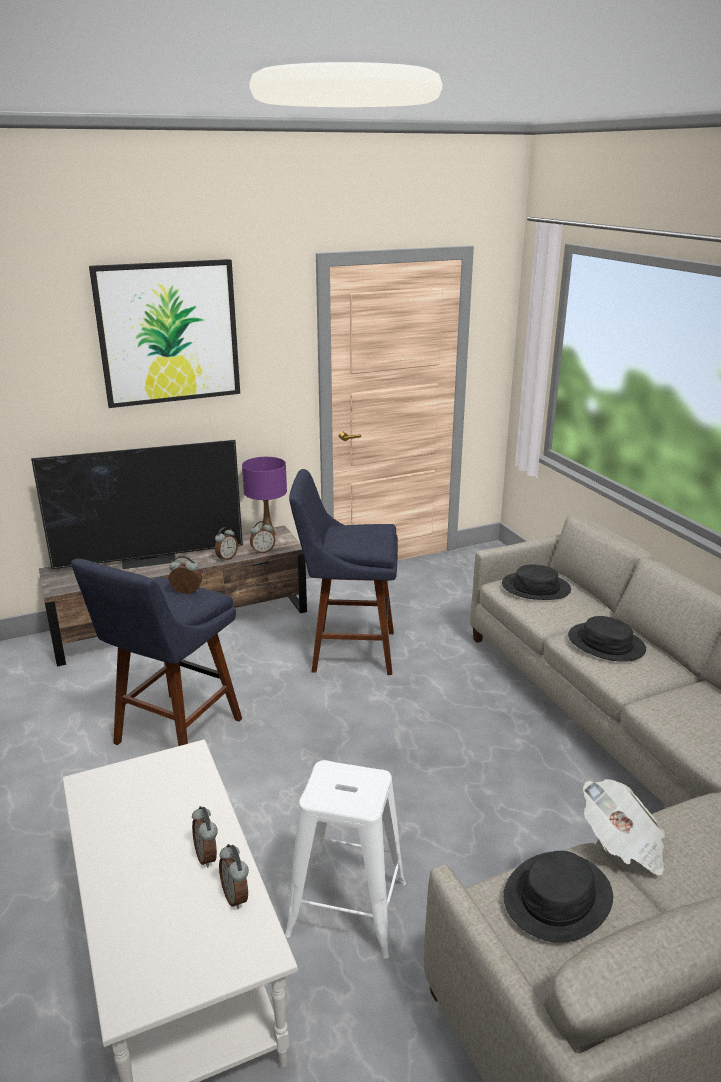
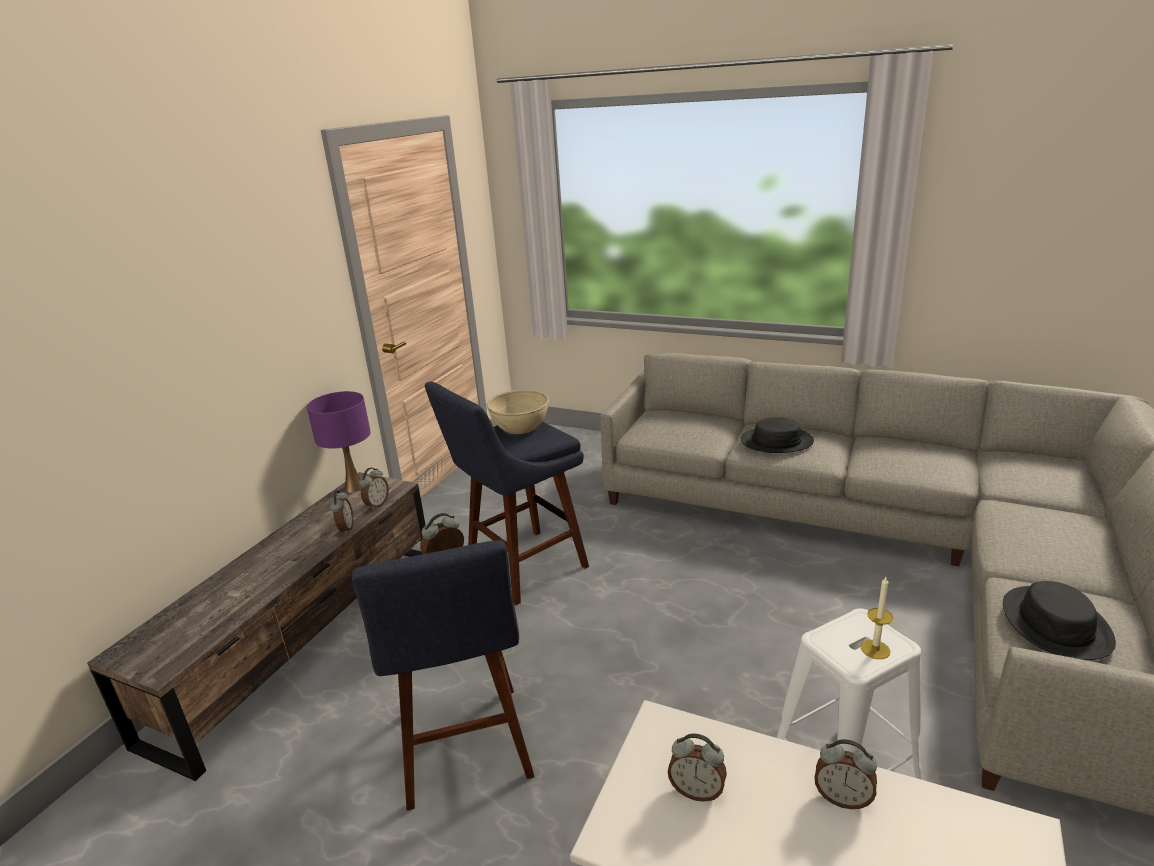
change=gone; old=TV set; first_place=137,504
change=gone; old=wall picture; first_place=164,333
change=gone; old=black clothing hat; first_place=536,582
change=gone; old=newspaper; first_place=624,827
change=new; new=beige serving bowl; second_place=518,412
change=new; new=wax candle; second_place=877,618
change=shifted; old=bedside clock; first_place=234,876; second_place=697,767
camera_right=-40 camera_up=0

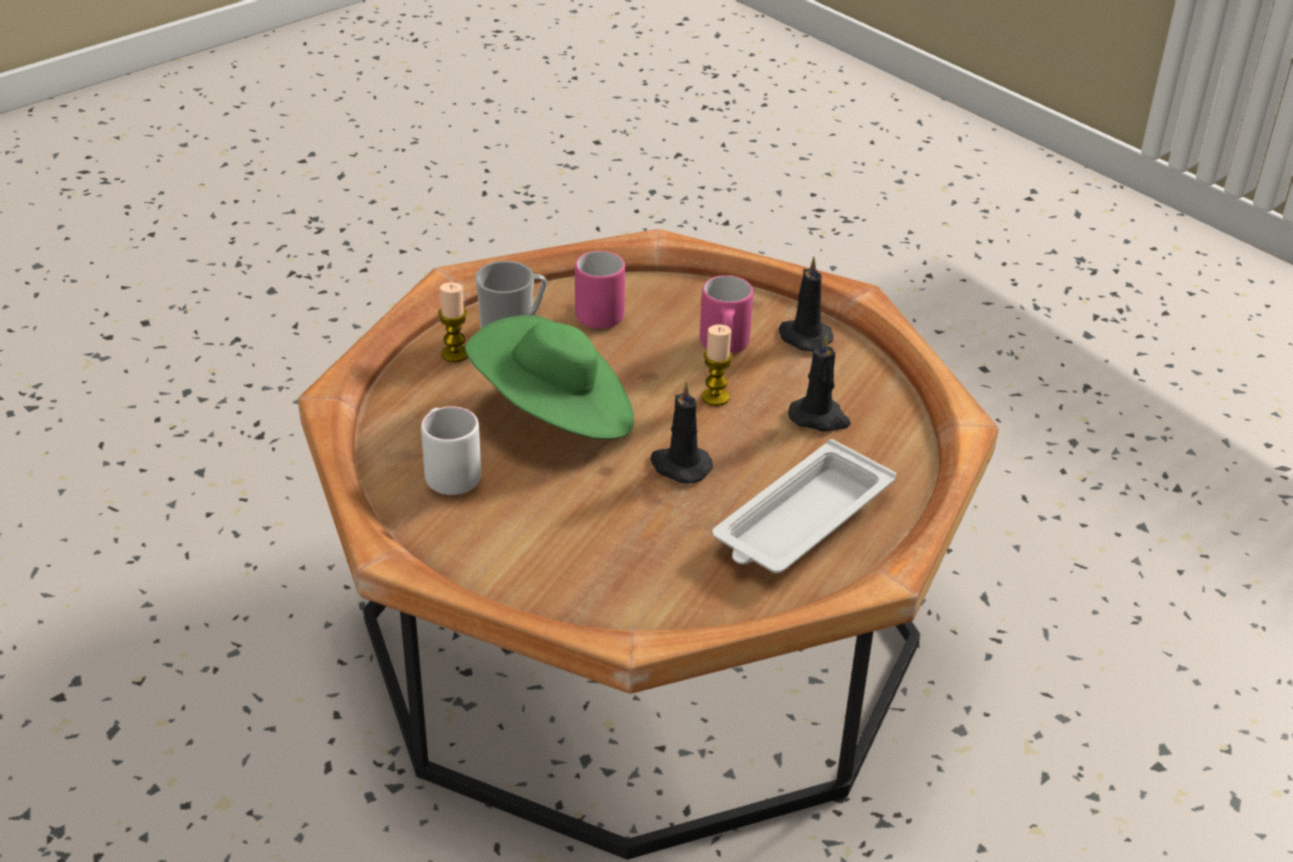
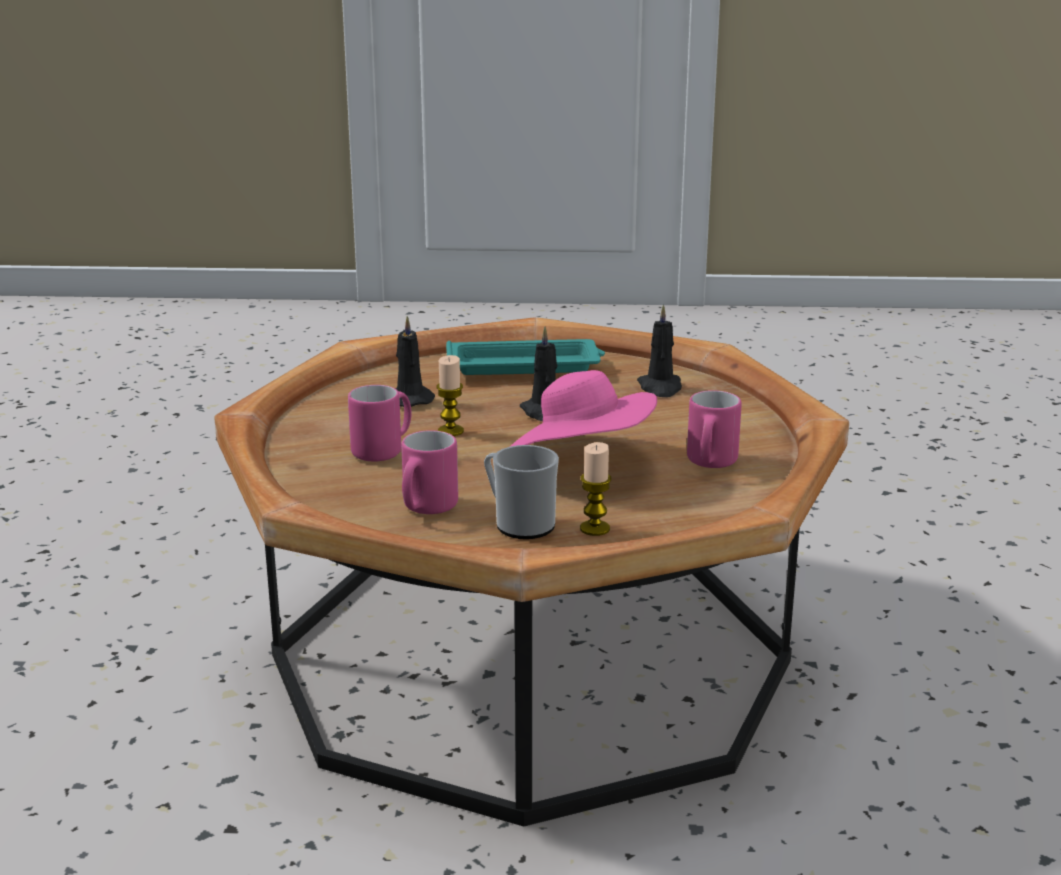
change=shifted; old=black wax candle; first_place=806,303; second_place=659,350
change=repainted; old=whitish tea mug; new=pink tea mug; first_place=451,451; second_place=714,429
change=repainted; old=greenish clothing hat; new=pink clothing hat; first_place=549,377; second_place=583,408
change=repainted; old=whitish carrying tray; new=turquoise carrying tray; first_place=804,506; second_place=525,357
camera_right=-135 camera_up=-15

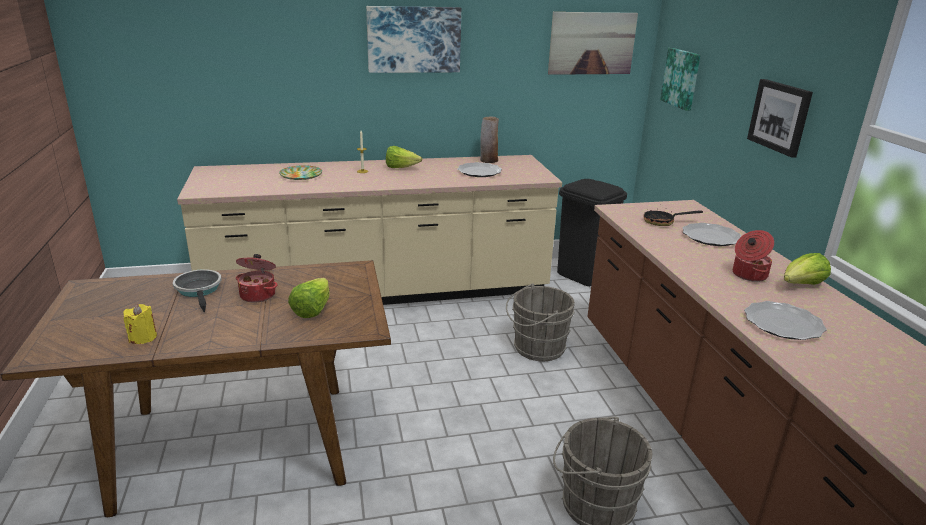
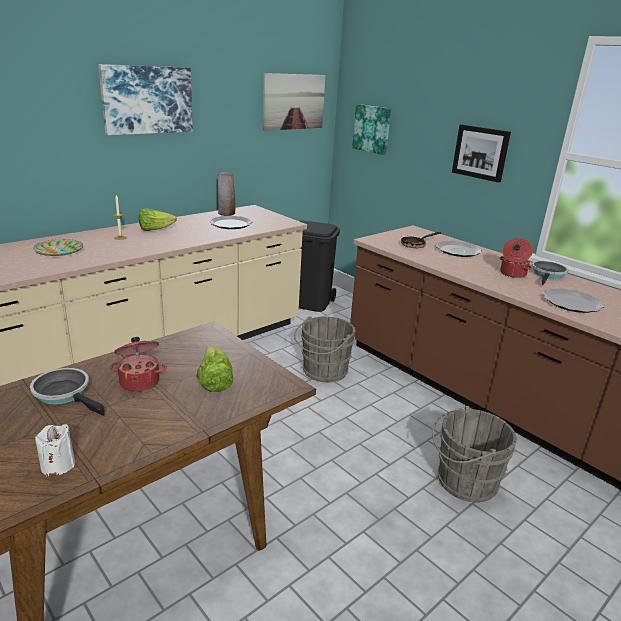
change=swapped; old=lettuce; new=pan; first_place=807,269; second_place=550,273
change=repainted; old=yellow wax candle; new=whitish wax candle; first_place=140,324; second_place=55,450
camera_right=-30 camera_up=0

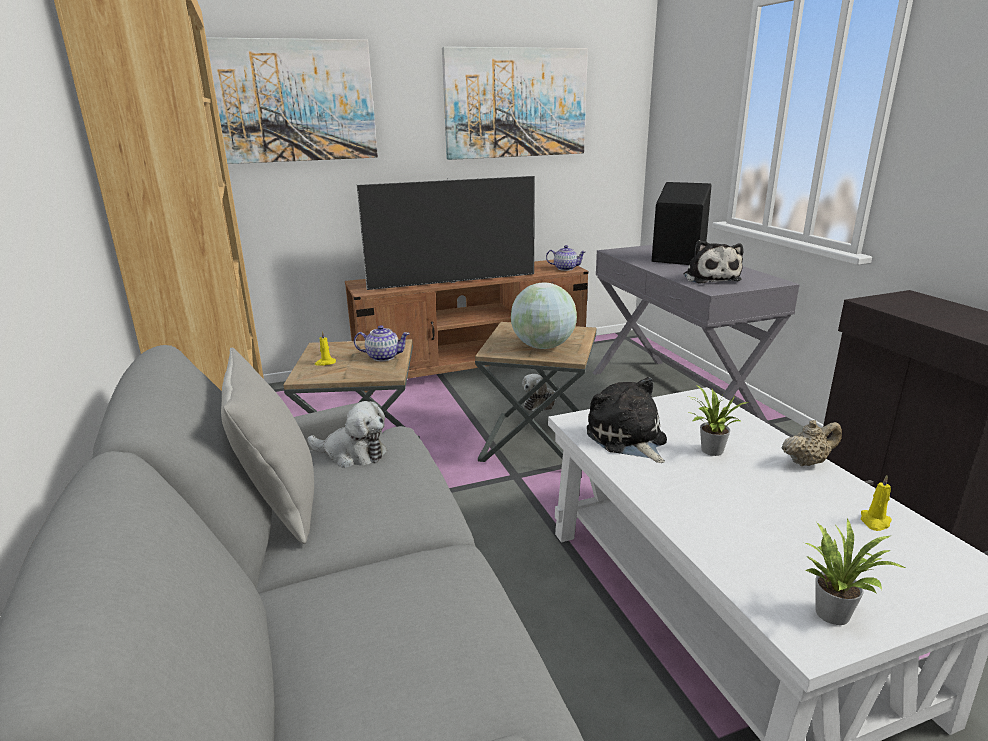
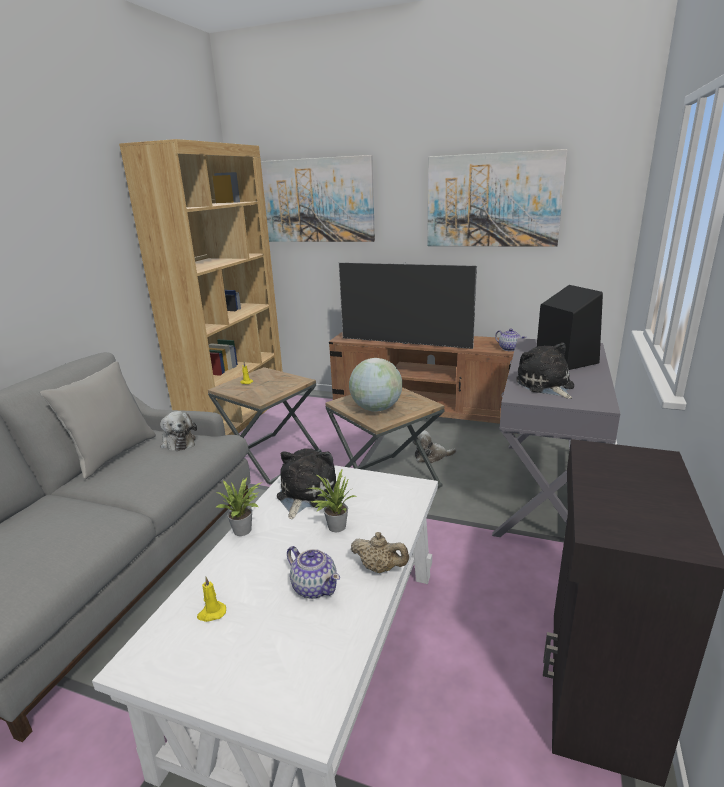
change=shifted; old=tea pot; first_place=382,343; second_place=313,572
change=shifted; old=potted plant; first_place=855,572; second_place=239,507
change=shifted; old=yellow wax candle; first_place=876,503; second_place=211,599
change=rotated; old=soft toy; first_place=713,262; second_place=545,371; degrees=135
camera_right=40 camera_up=0

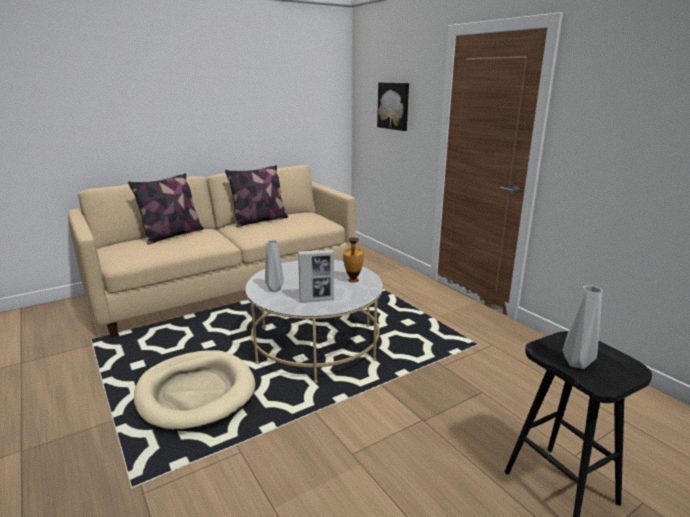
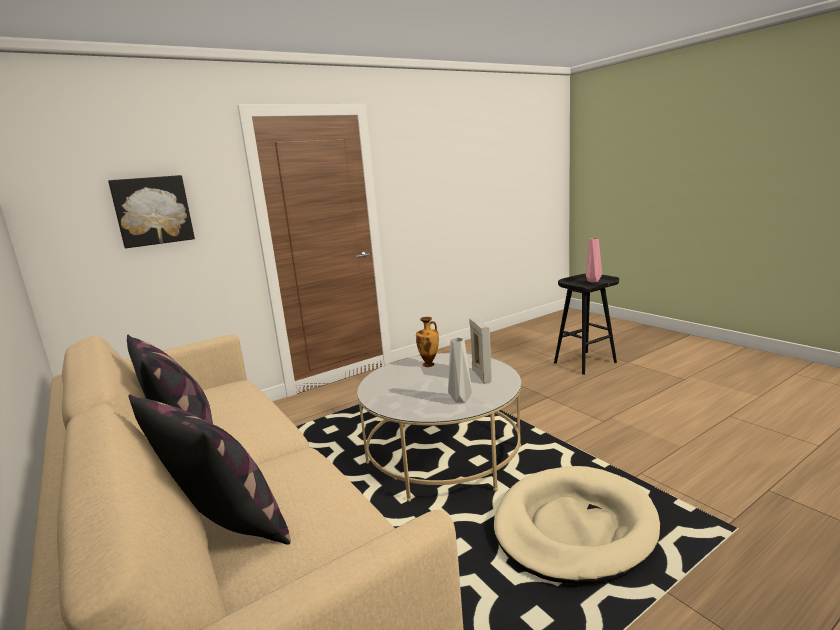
change=repainted; old=greyish decorative vase; new=pink decorative vase; first_place=583,327; second_place=594,260
camera_right=-90 camera_up=-5

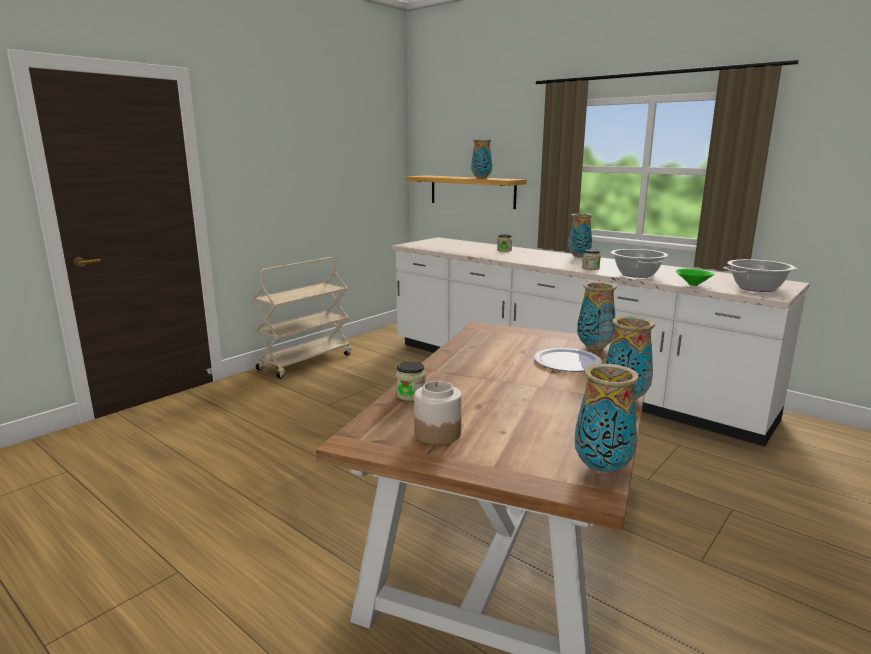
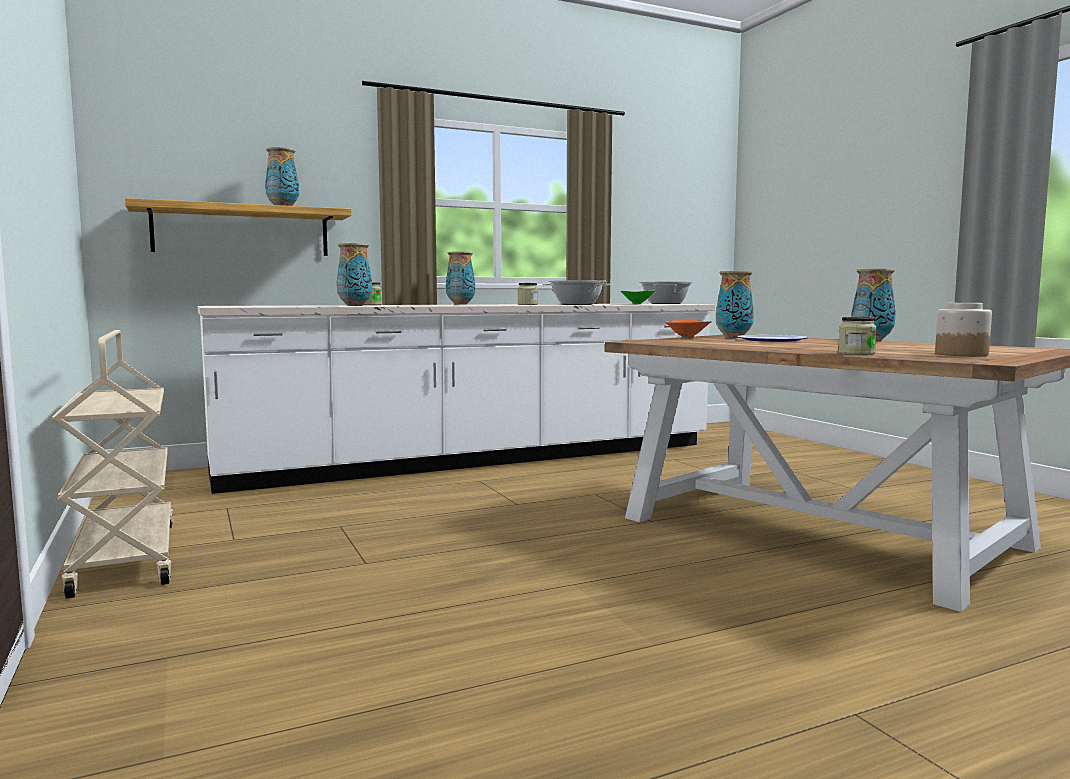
change=new; new=orange-coloured serving bowl; second_place=688,329
change=shifted; old=decorative vase; first_place=607,419; second_place=354,274
camera_right=-65 camera_up=-10

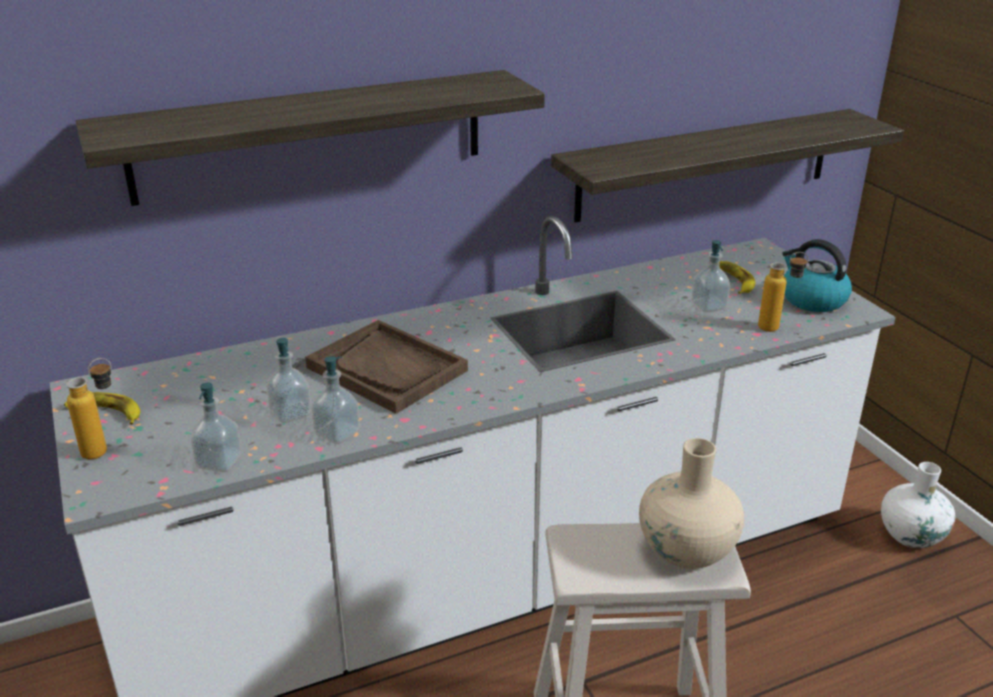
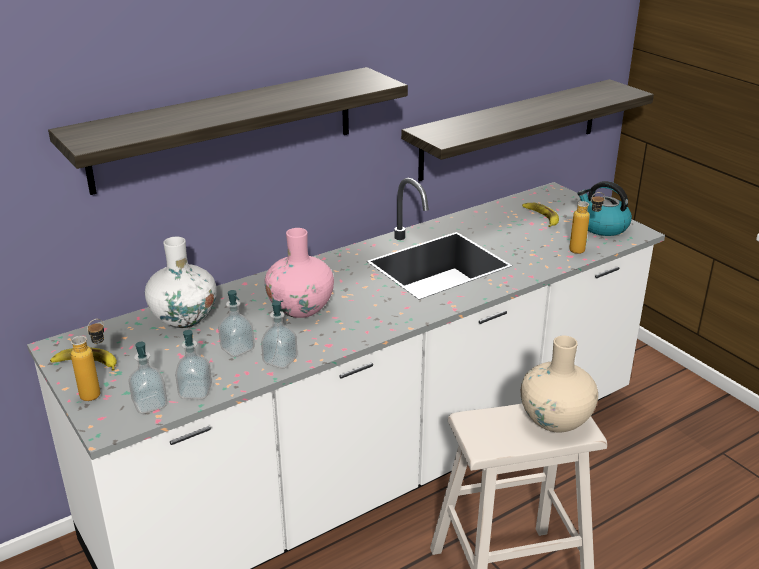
change=shifted; old=soap bottle; first_place=711,276; second_place=147,378
change=shifted; old=whitish decorative vase; first_place=918,505; second_place=181,282
change=swapped; old=brownish carrying tray; new=pink decorative vase; first_place=386,367; second_place=299,273
camera_right=-10 camera_up=0

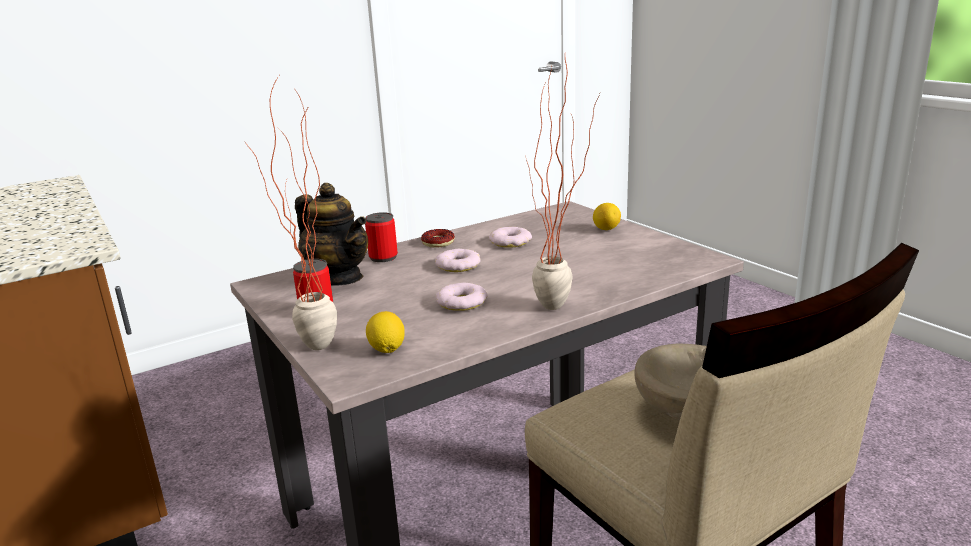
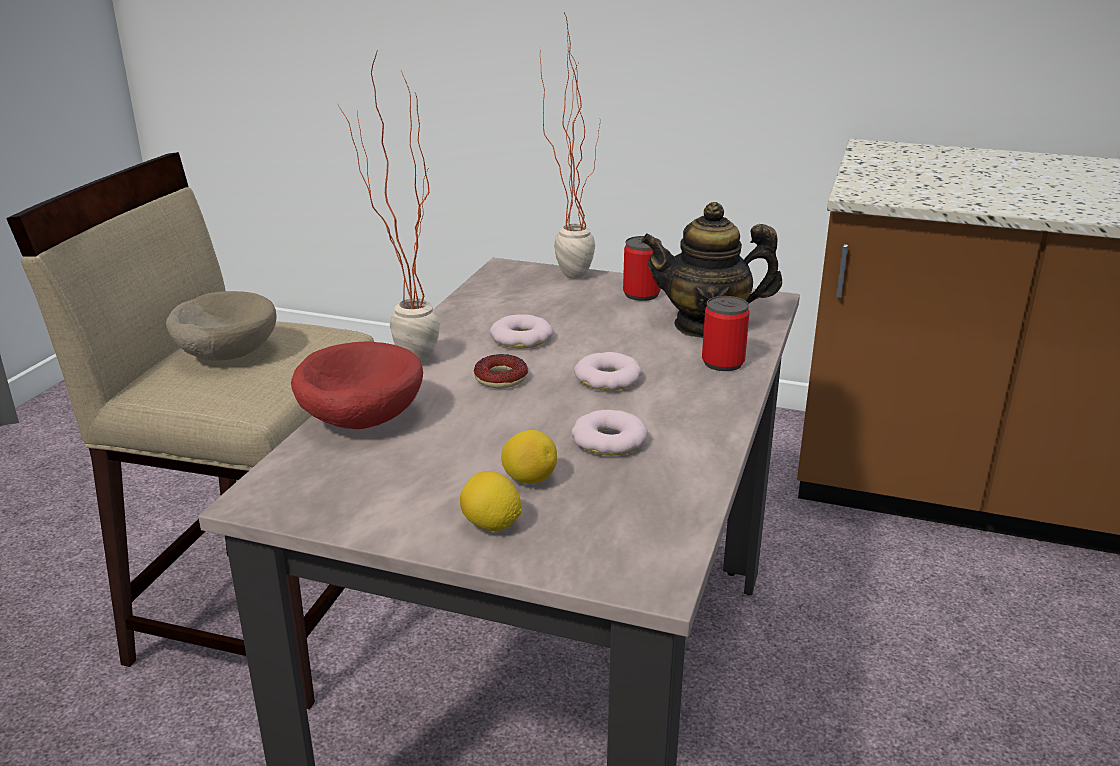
change=new; new=red serving bowl; second_place=357,385
change=shifted; old=whole lemon; first_place=385,332; second_place=529,457
change=shifted; old=doughnut; first_place=438,238; second_place=501,371
camera_right=140 camera_up=5

